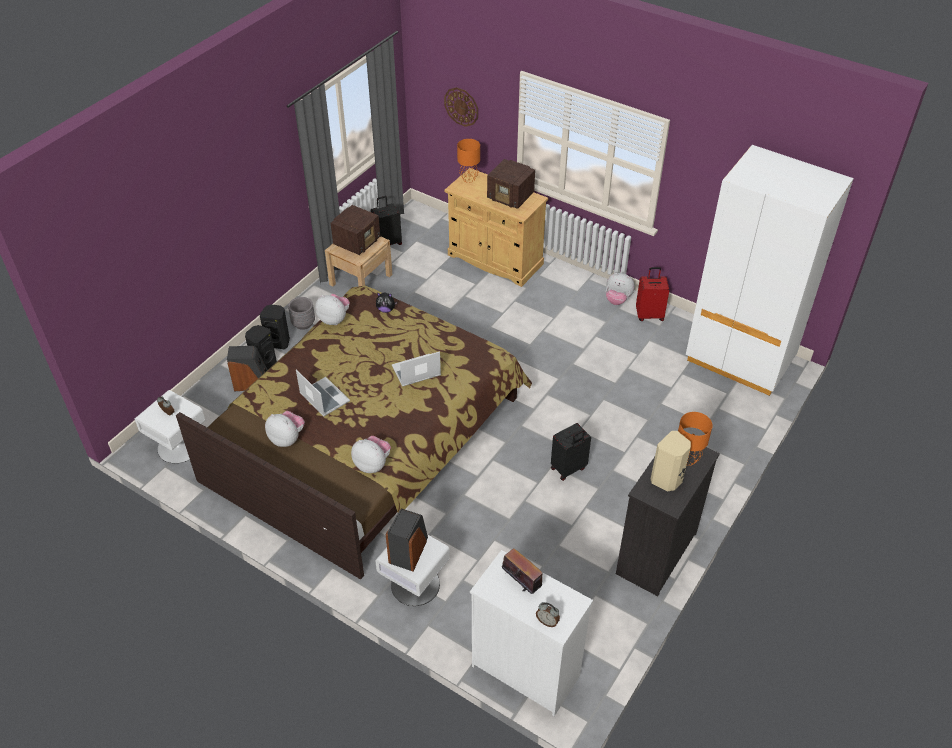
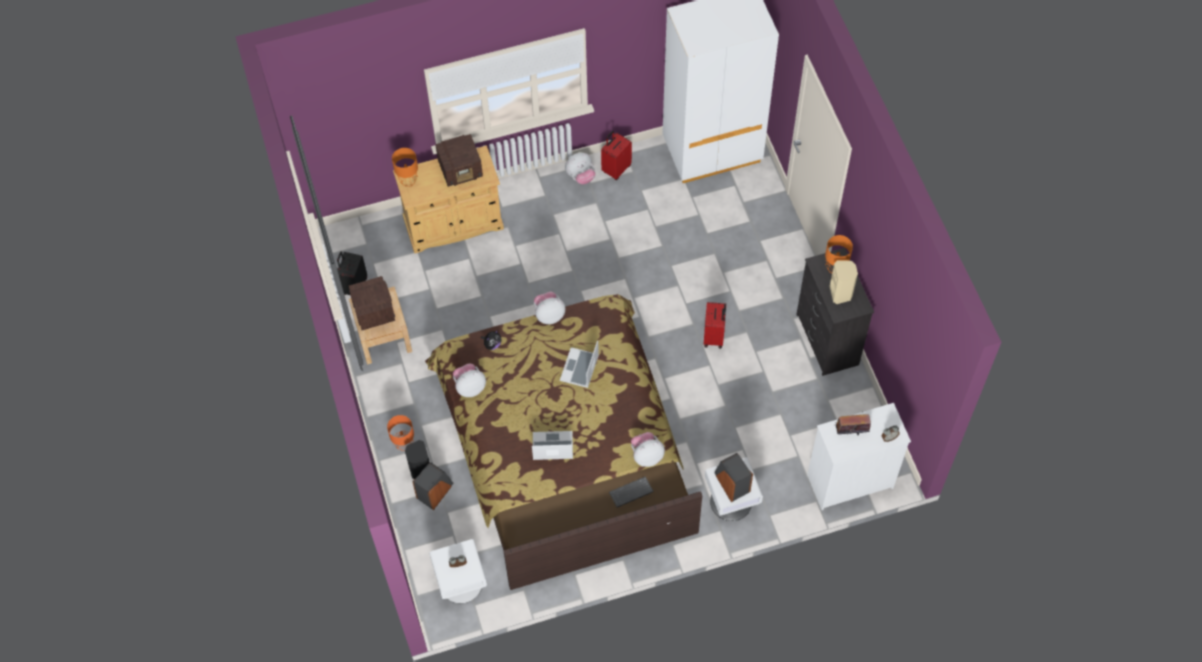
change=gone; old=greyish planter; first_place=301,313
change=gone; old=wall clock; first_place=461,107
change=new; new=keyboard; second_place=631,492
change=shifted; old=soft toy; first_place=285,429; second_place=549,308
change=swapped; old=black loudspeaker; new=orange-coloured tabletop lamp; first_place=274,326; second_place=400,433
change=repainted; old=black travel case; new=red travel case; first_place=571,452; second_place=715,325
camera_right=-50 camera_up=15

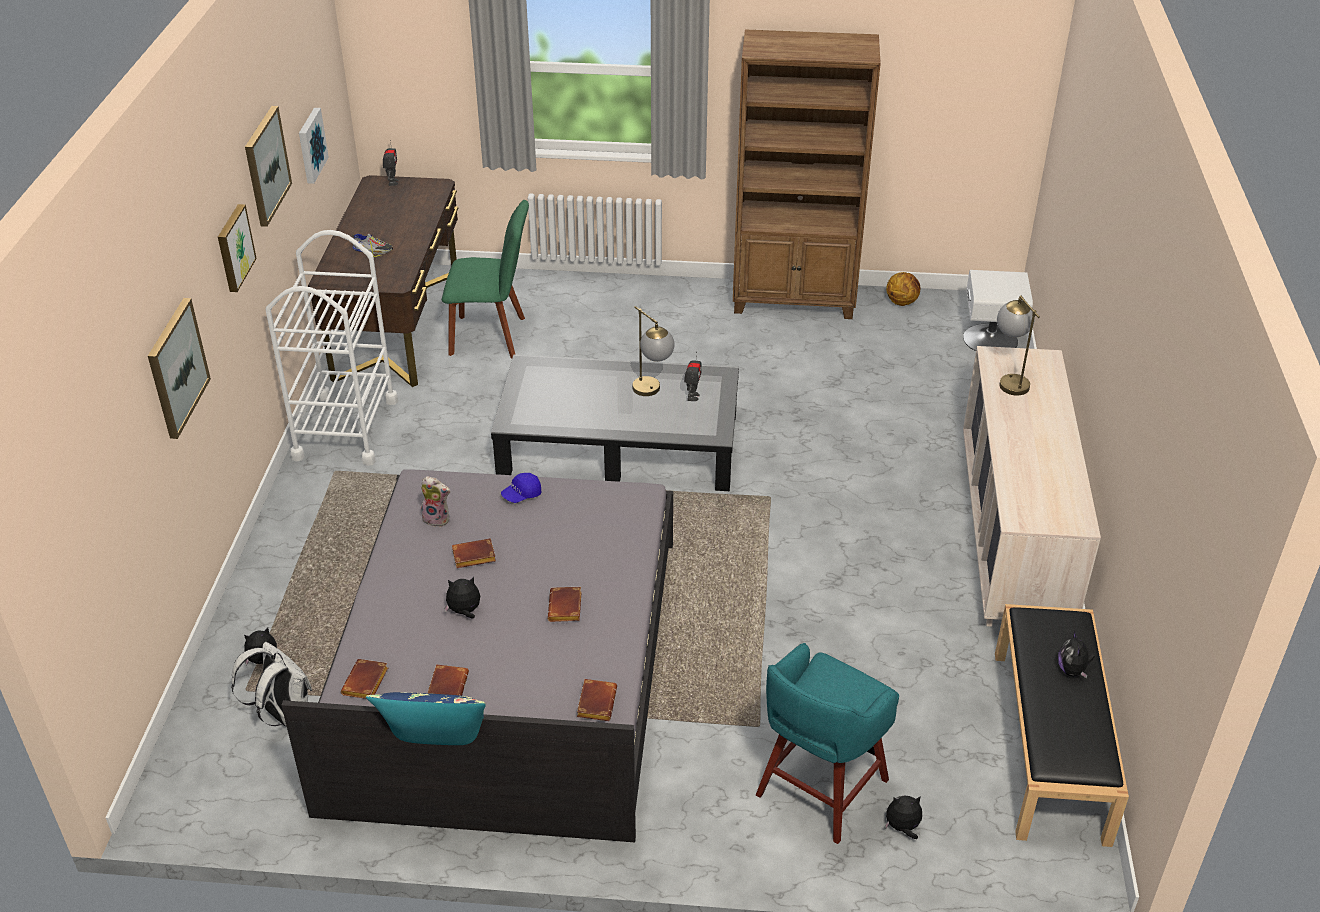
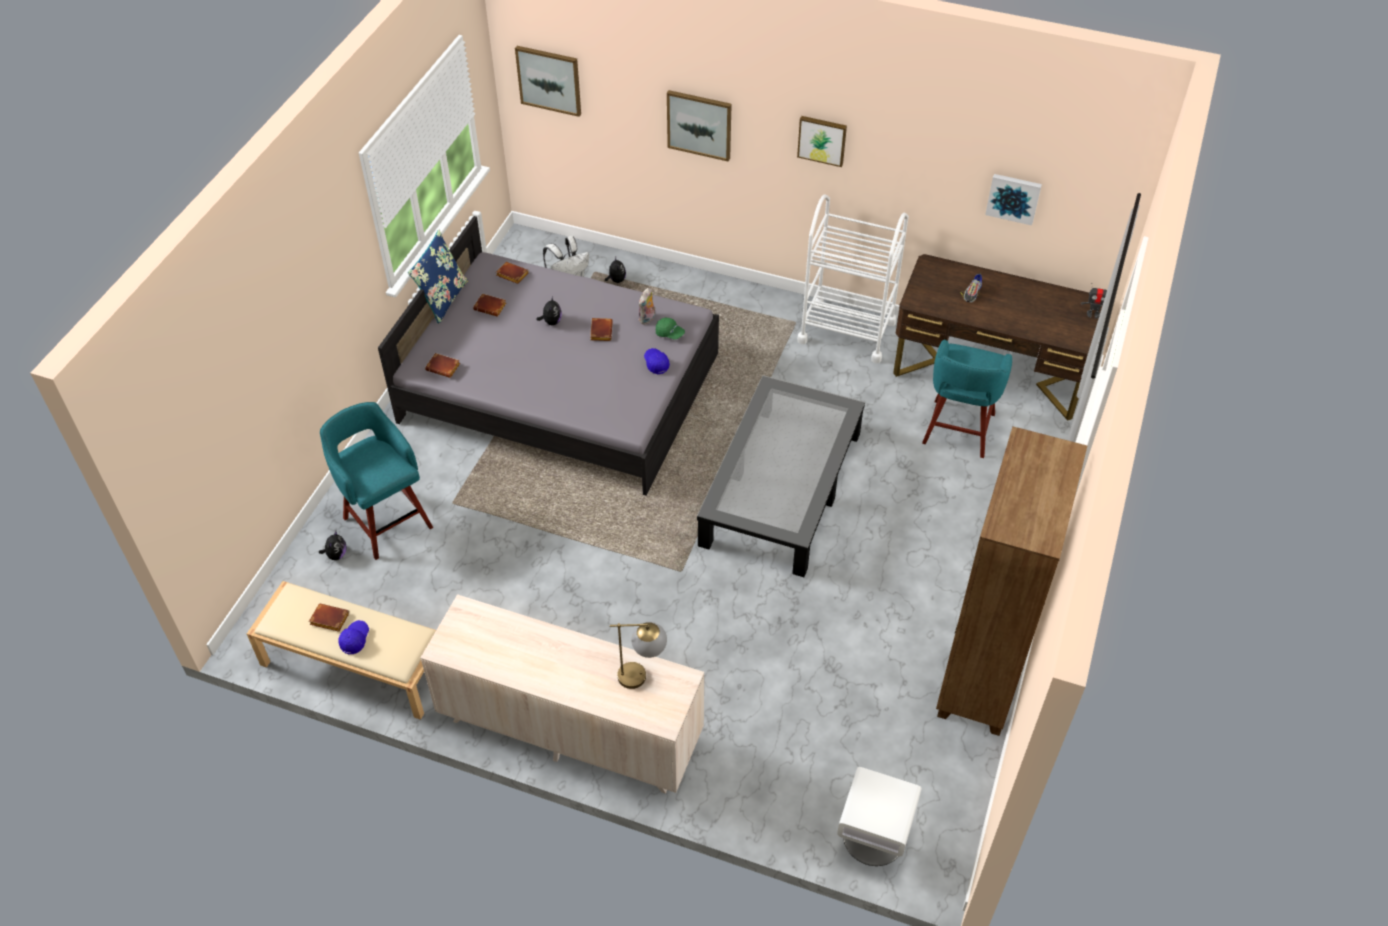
change=gone; old=tabletop lamp; first_place=653,351
change=gone; old=toy robot; first_place=693,376
change=gone; old=ball for basketball; first_place=903,289
change=new; new=greenish baseball cap; second_place=670,329
change=shifted; old=wall picture; first_place=268,166; second_place=548,81
change=shifted; old=brownish book; first_place=565,604; second_place=329,617
change=swapped; old=greenish upright chair; new=turquoise stool; first_place=485,279; second_place=967,398
change=swapped; old=soft toy; new=bluish baseball cap; first_place=1076,654; second_place=353,637
change=repainted; old=black long seat; new=beige long seat; first_place=1062,725; second_place=341,650
camera_right=105 camera_up=10

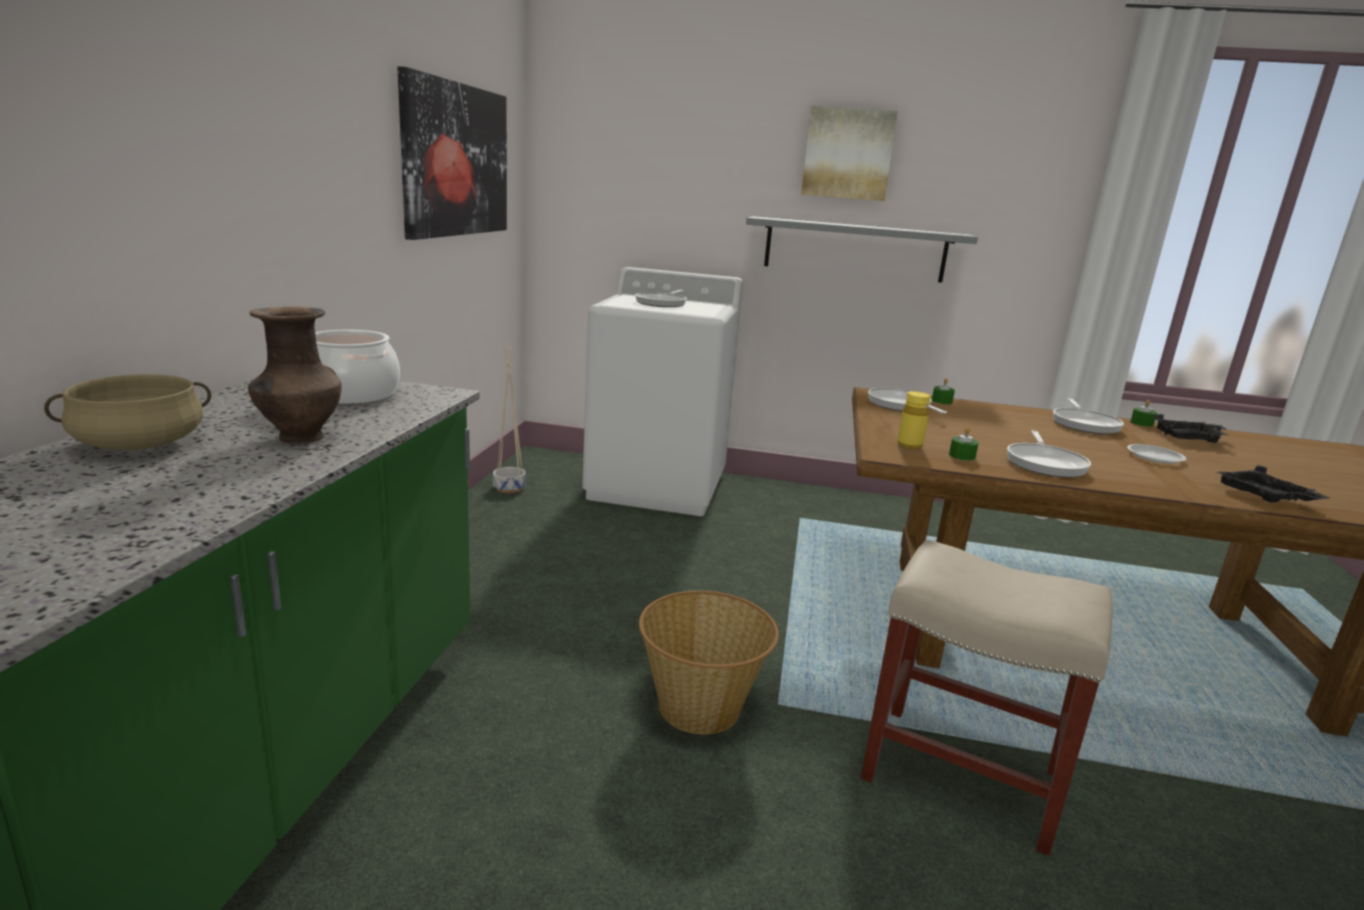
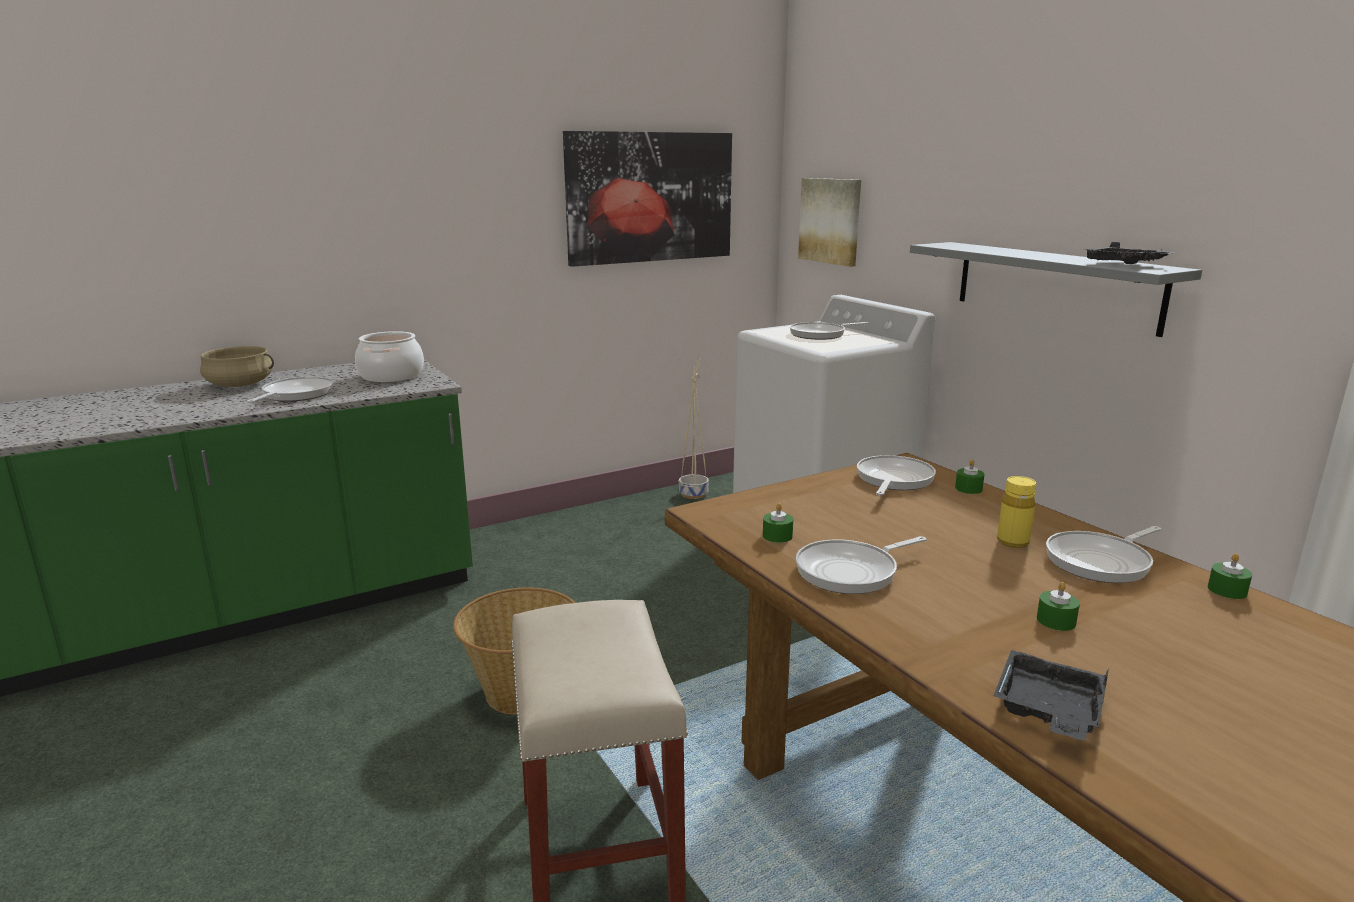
change=shifted; old=wall picture; first_place=849,153; second_place=829,222
change=shifted; old=yellow drink bottle; first_place=913,420; second_place=1017,512
change=shifted; old=black carrying tray; first_place=1192,428; second_place=1128,253
change=swapped; old=brownish decorative vase; new=pan; first_place=295,375; second_place=290,390
change=swapped; old=whitish dinner plate; new=greenish wax candle; first_place=1156,454; second_place=1058,606
camera_right=50 camera_up=0

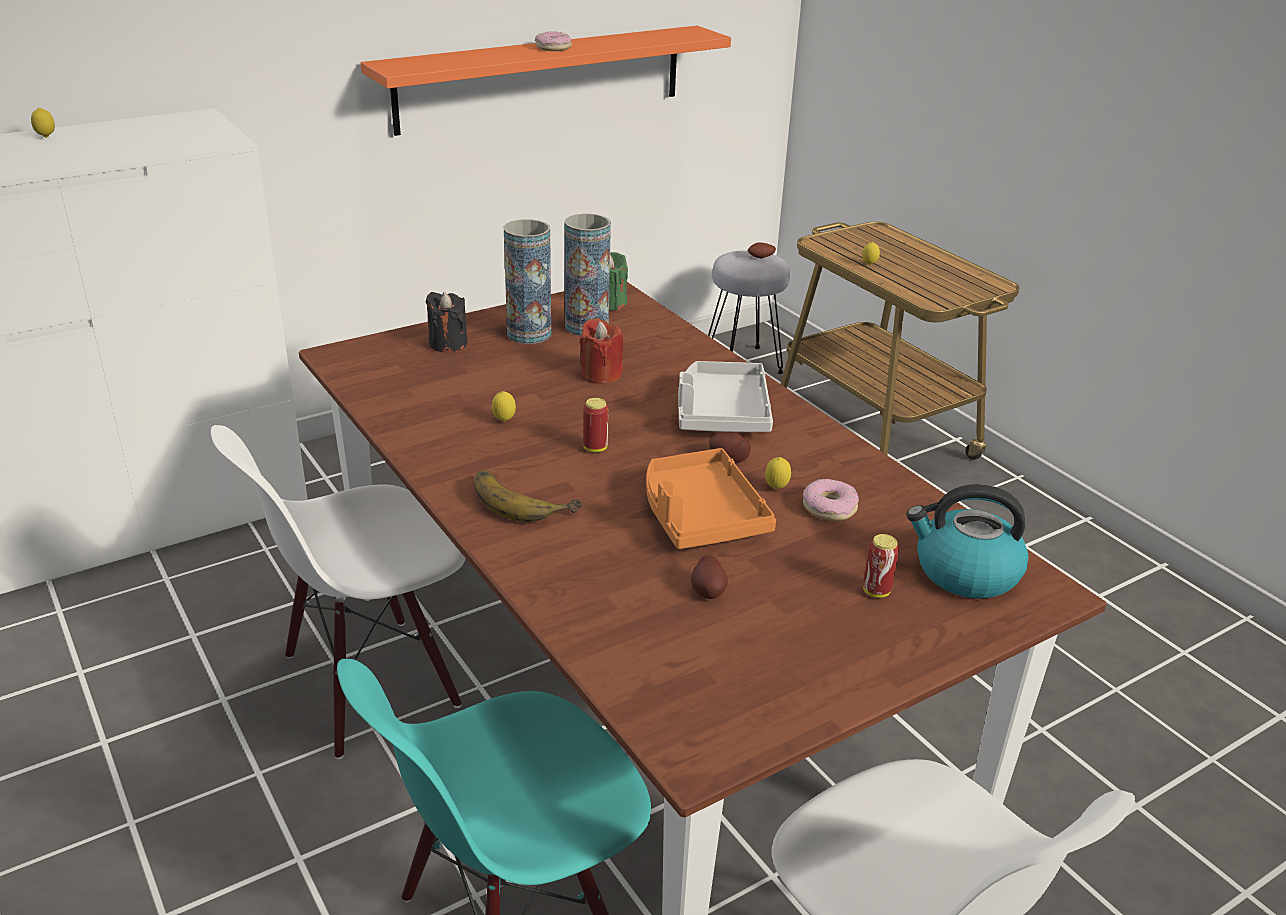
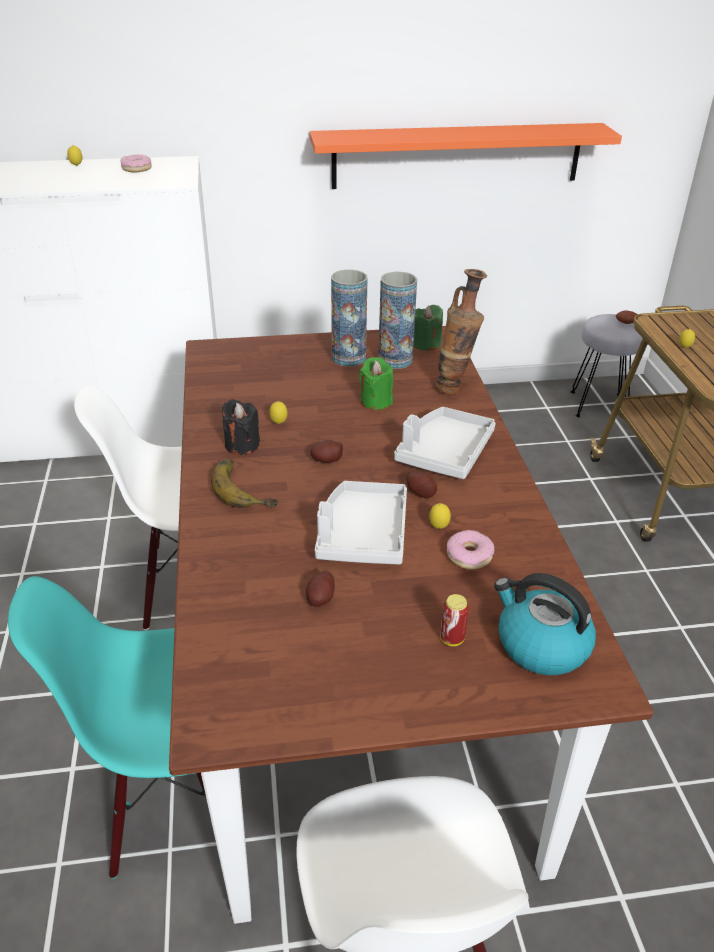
change=new; new=decorative vase; second_place=461,331
change=shifted; old=black wax candle; first_place=446,322; second_place=241,427
change=shifted; old=doughnut; first_place=553,41; second_place=136,163
change=swapped; old=can; new=spud; first_place=596,425; second_place=327,451
change=repainted; old=red wax candle; new=greenish wax candle; first_place=602,351; second_place=376,383
change=repainted; old=orange-coloured carrying tray; new=greyish carrying tray; first_place=711,498; second_place=361,523
camera_right=25 camera_up=5

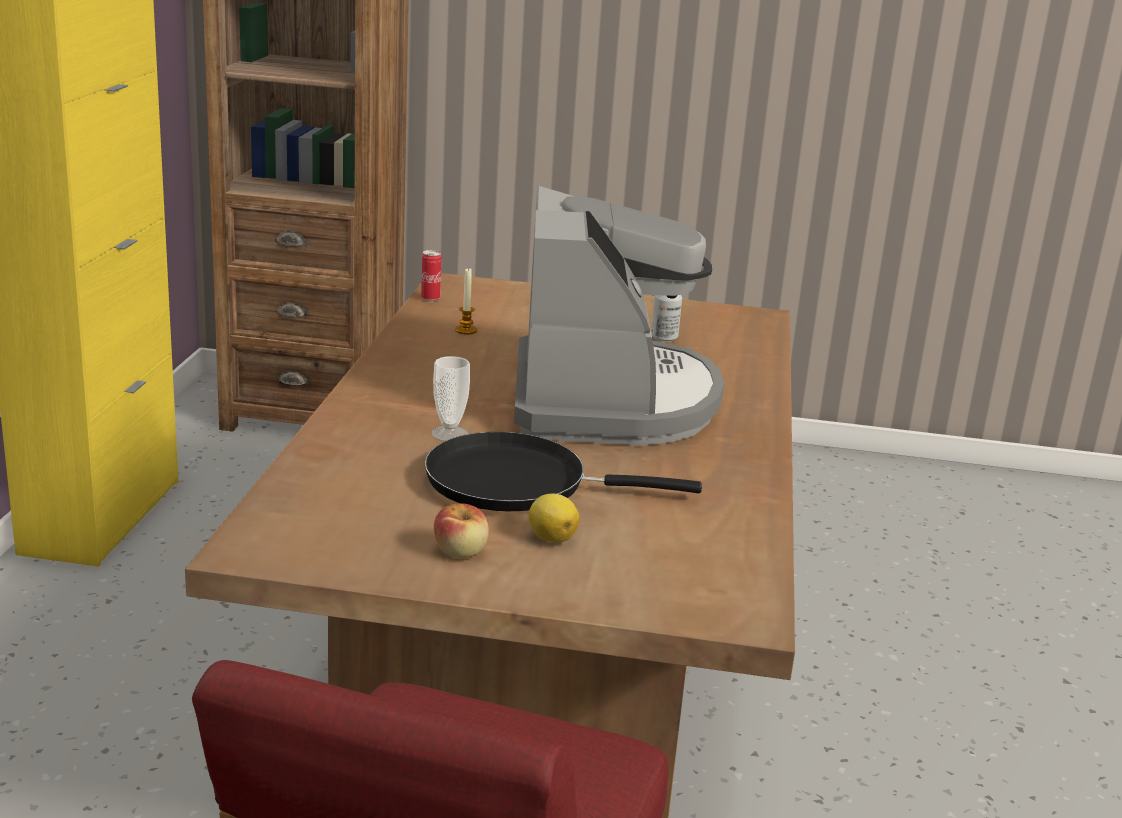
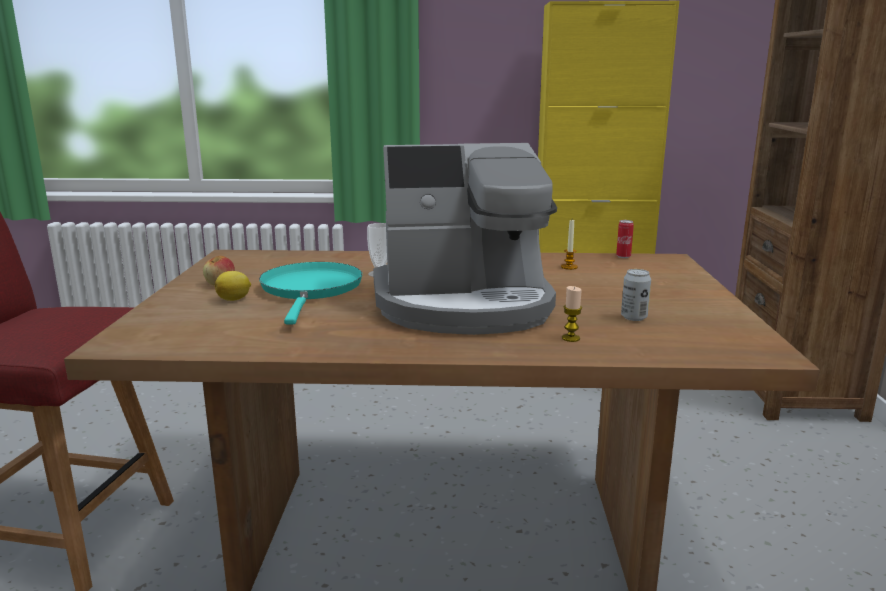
change=new; new=wax candle; second_place=572,314
change=repainted; old=black pan; new=turquoise pan; first_place=563,471; second_place=310,293
camera_right=85 camera_up=-5

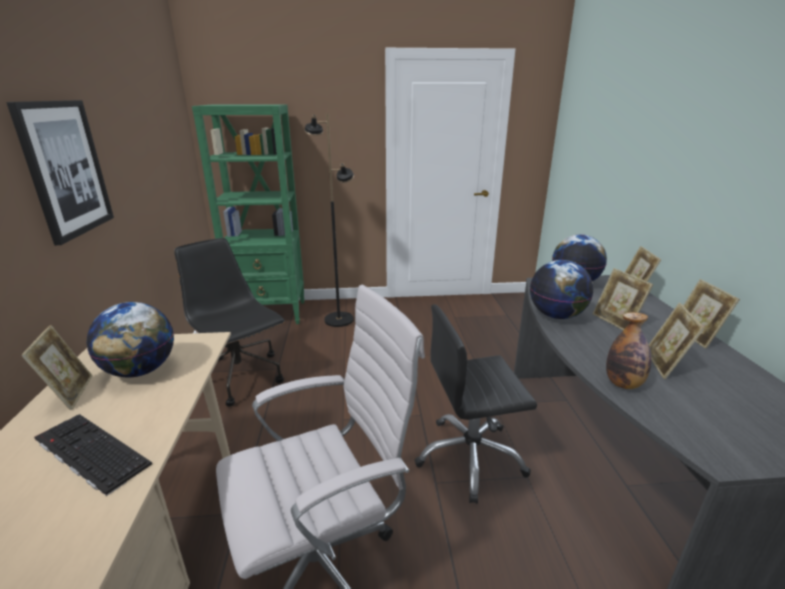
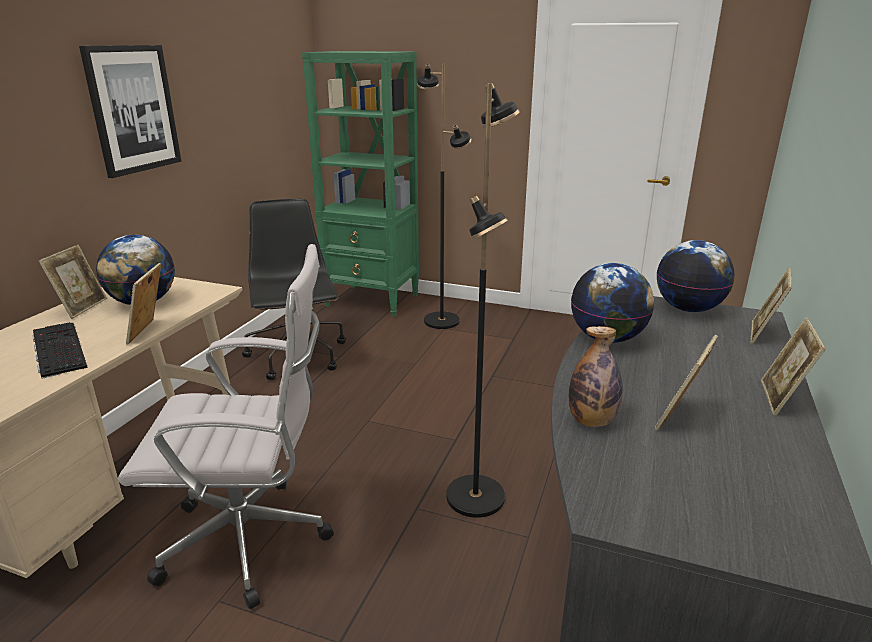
change=shifted; old=photo frame; first_place=623,299; second_place=143,304
change=swapped; old=black desk chair; new=black floor lamp; first_place=476,404; second_place=483,300
camera_right=25 camera_up=0

